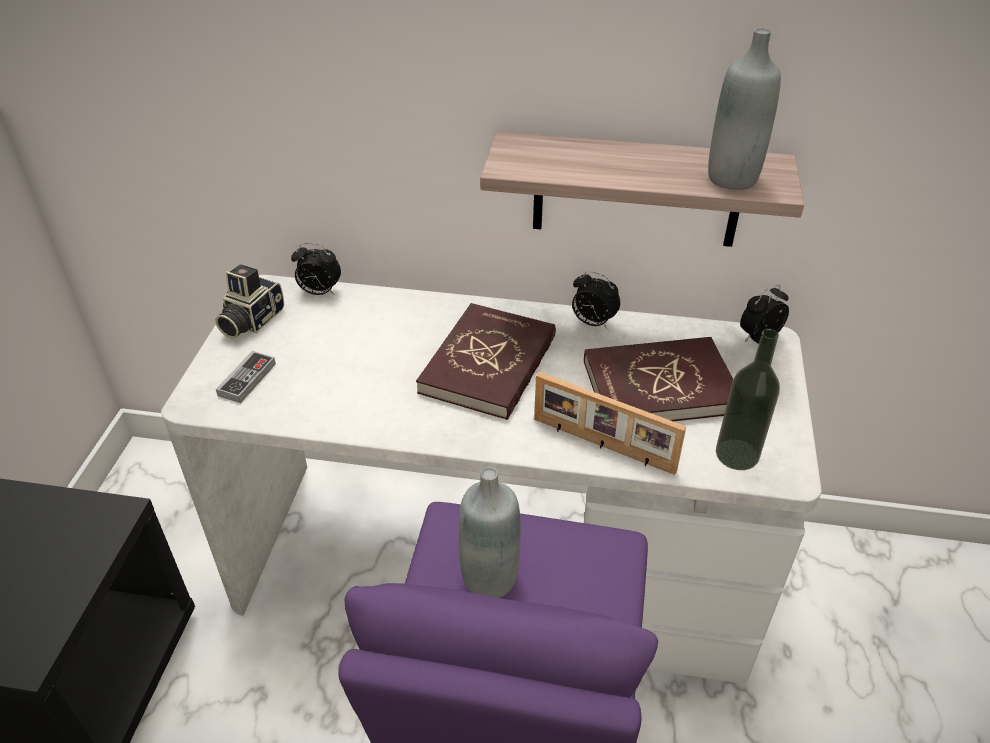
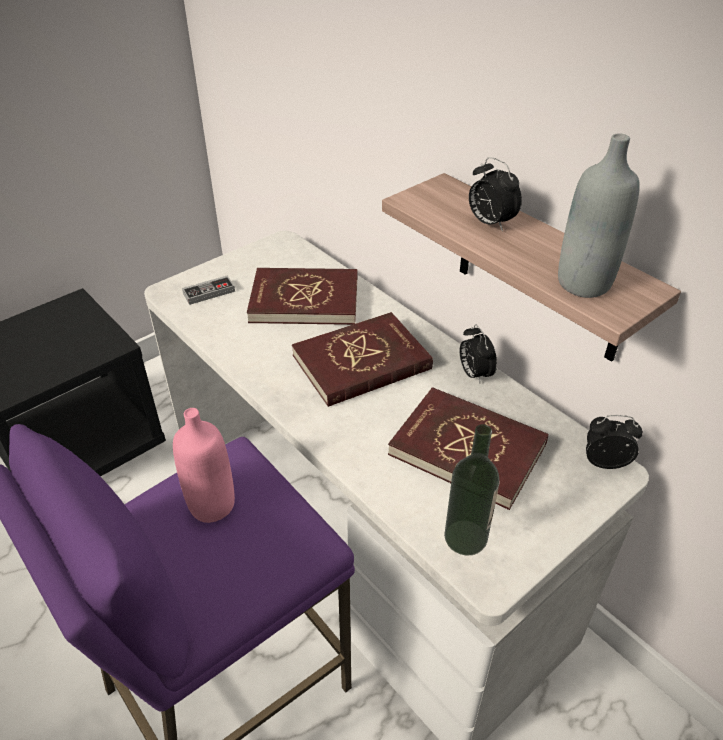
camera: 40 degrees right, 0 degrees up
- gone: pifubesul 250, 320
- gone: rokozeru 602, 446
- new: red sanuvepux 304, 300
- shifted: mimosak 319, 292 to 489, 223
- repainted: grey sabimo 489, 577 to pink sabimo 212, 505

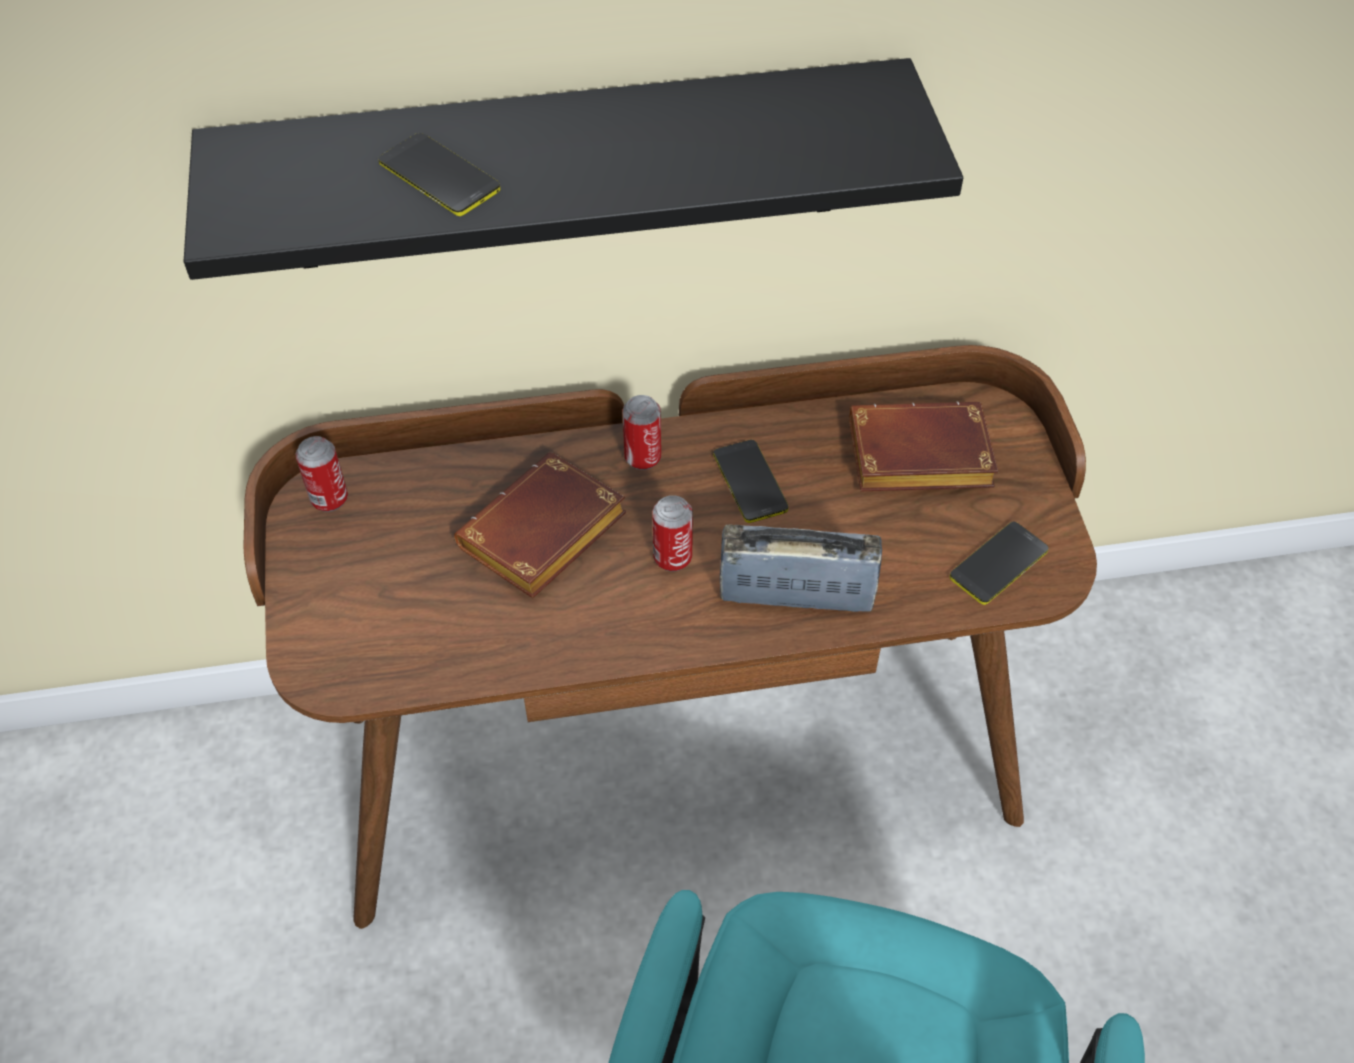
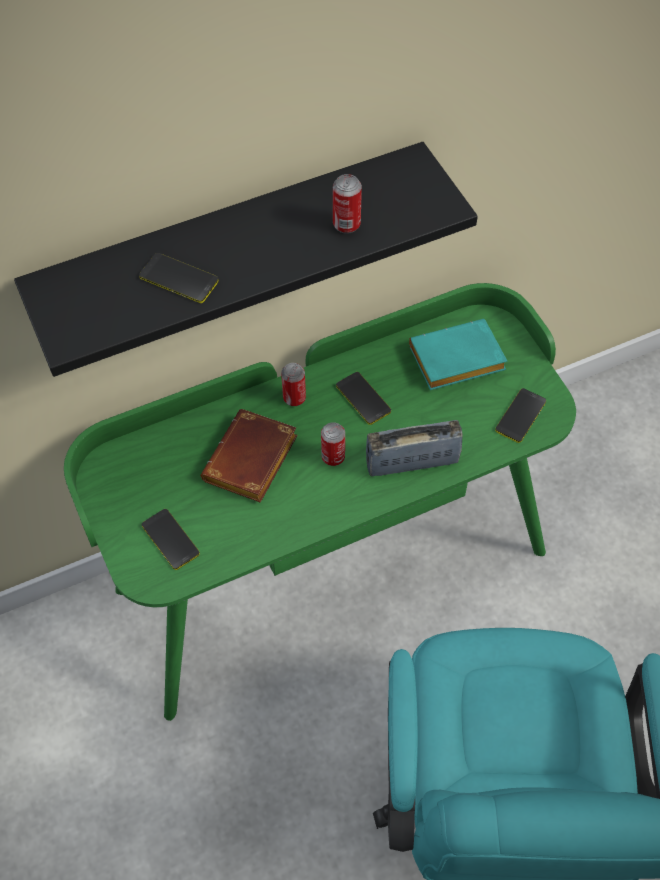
camera: 15 degrees left, 5 degrees up
- new: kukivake 170, 539
- shifted: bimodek 329, 499 to 346, 224
- repainted: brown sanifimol 676, 759 to green sanifimol 330, 567
- repainted: brown sanuvepux 915, 459 to turquoise sanuvepux 455, 362

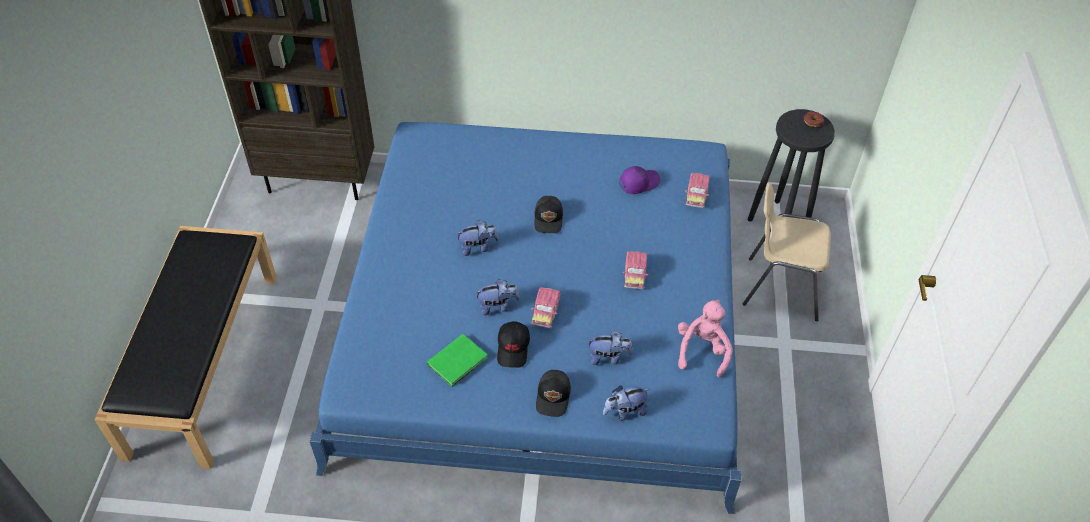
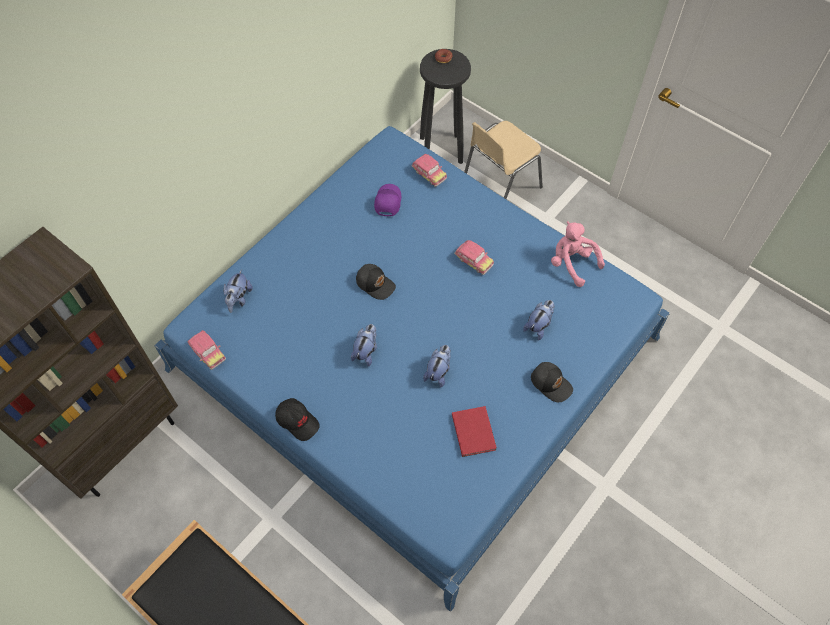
camera: 55 degrees left, 10 degrees up
- shifted: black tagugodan 513, 348 to 297, 421
- shifted: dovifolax 546, 311 to 207, 352
- shifted: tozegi 624, 411 to 239, 299
- repainted: green sanuvepux 459, 361 to red sanuvepux 474, 430

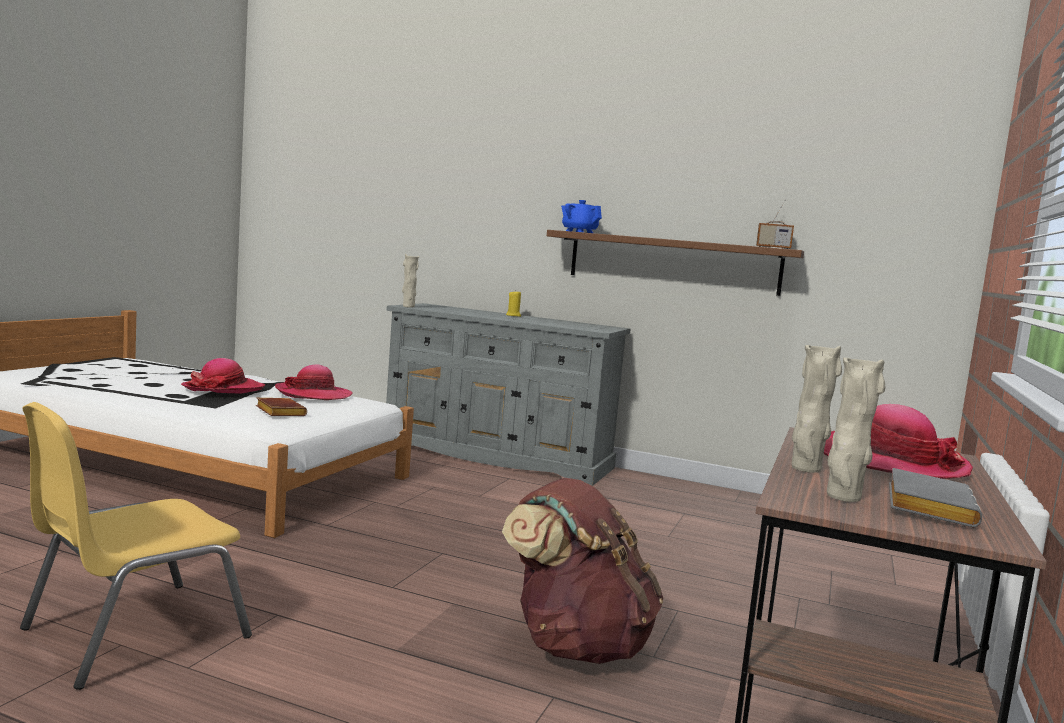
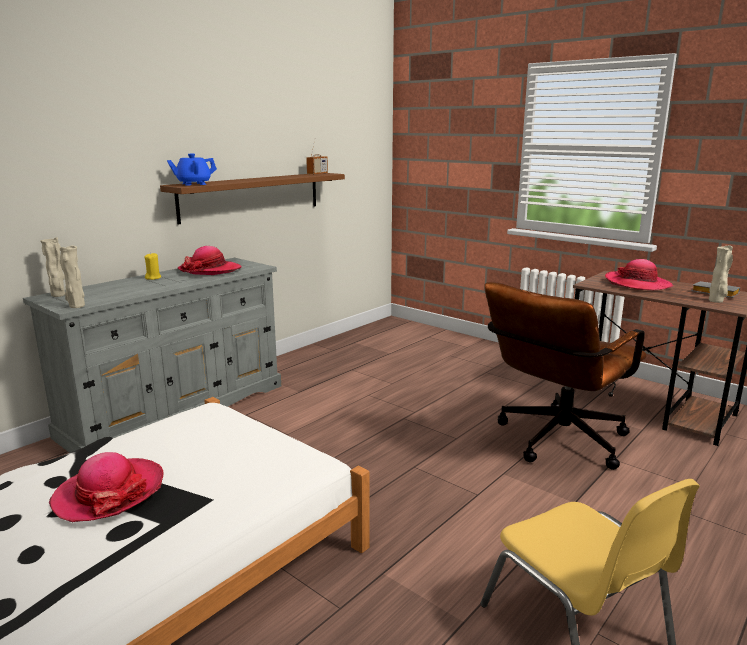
camera: 70 degrees left, 10 degrees up
- gone: brown sanuvepux 278, 412
- shifted: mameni 313, 395 to 210, 270
- shifted: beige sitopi 805, 469 to 59, 295
- swapped: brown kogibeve 576, 645 to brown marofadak 555, 443

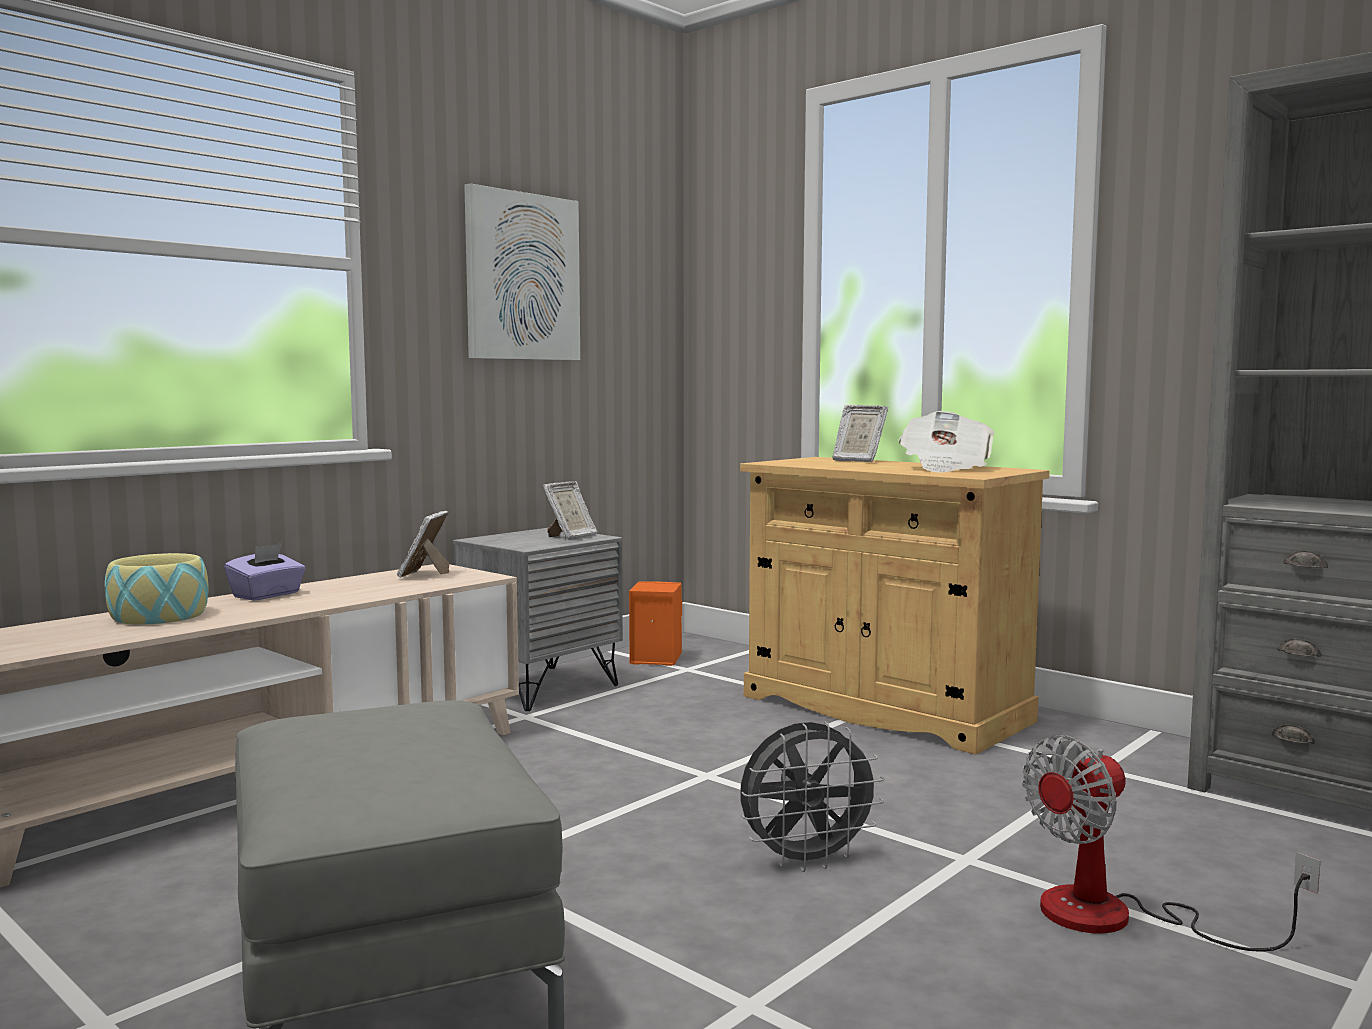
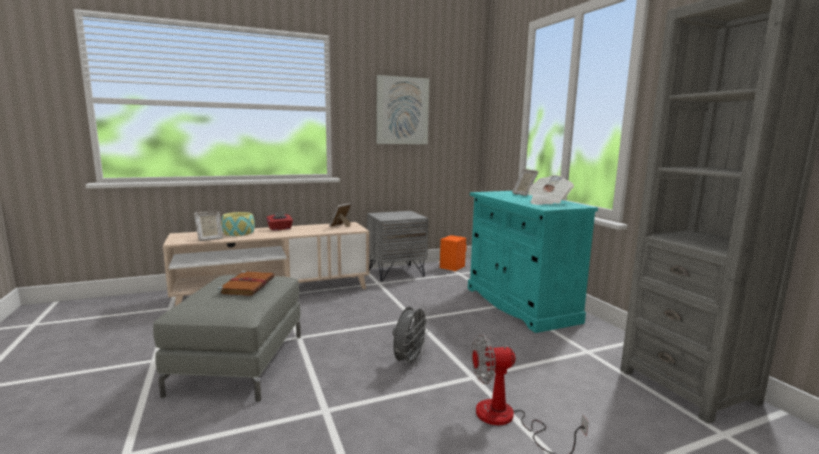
camera: 25 degrees right, 5 degrees up
- new: brown sanuvepux 248, 285
- shifted: rokozeru 570, 537 to 209, 239
- repainted: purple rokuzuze 267, 595 to red rokuzuze 280, 229
- repainted: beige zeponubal 884, 709 to turquoise zeponubal 520, 304
- rotated: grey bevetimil 806, 861 = 409, 362 75 degrees counterclockwise

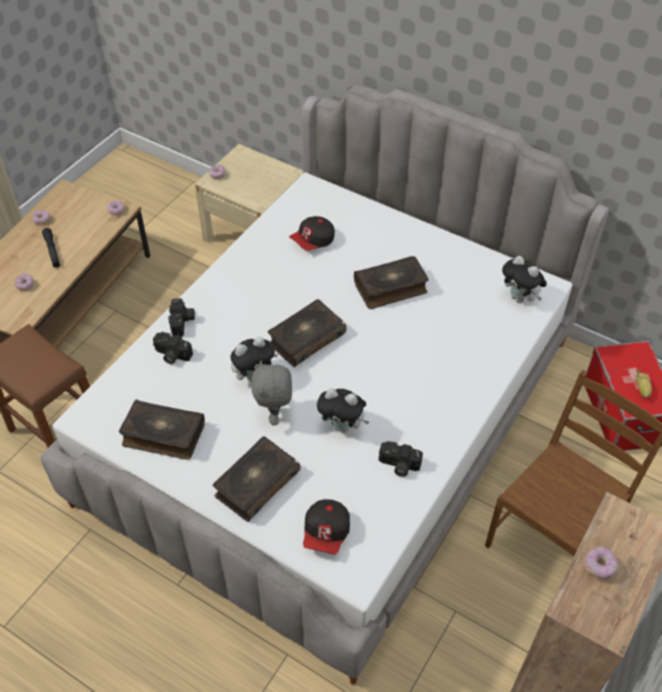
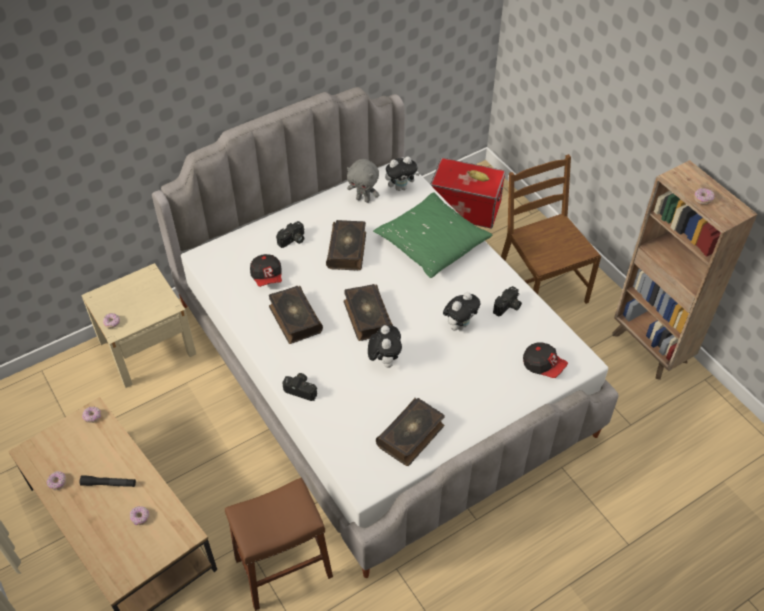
camera: 65 degrees left, 0 degrees up
- new: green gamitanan 432, 243
- shifted: pifubesul 171, 355 to 293, 240
- shifted: sanuvepux 256, 484 to 294, 319
- shifted: grey tozegi 275, 414 to 363, 199

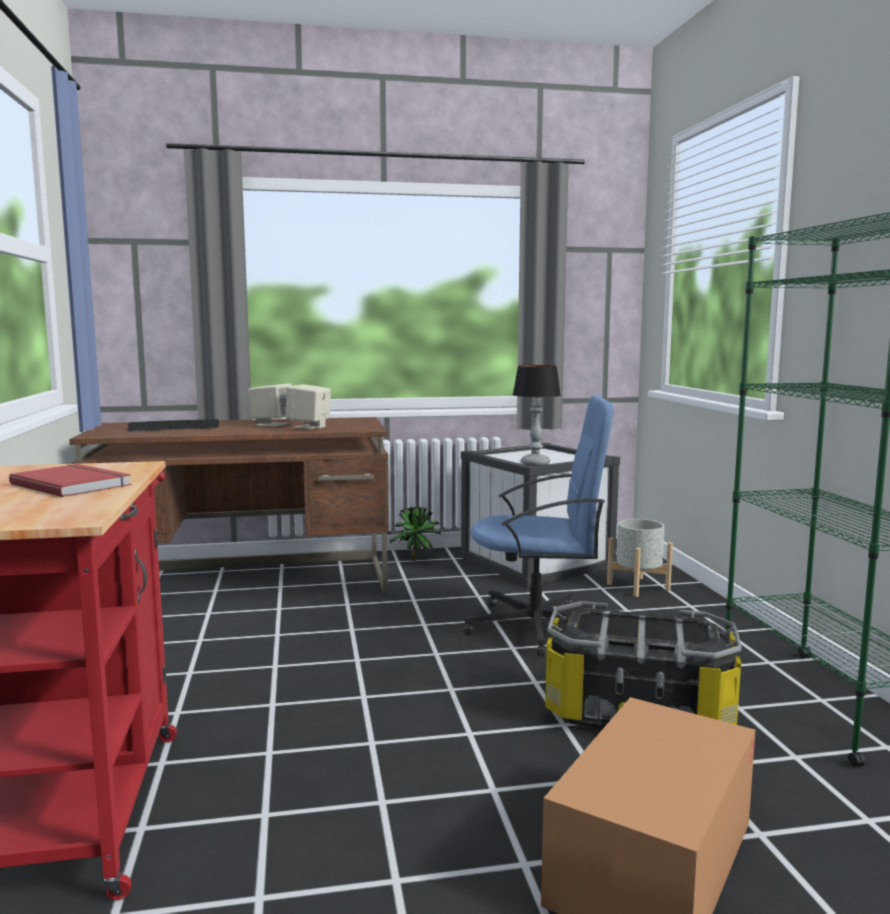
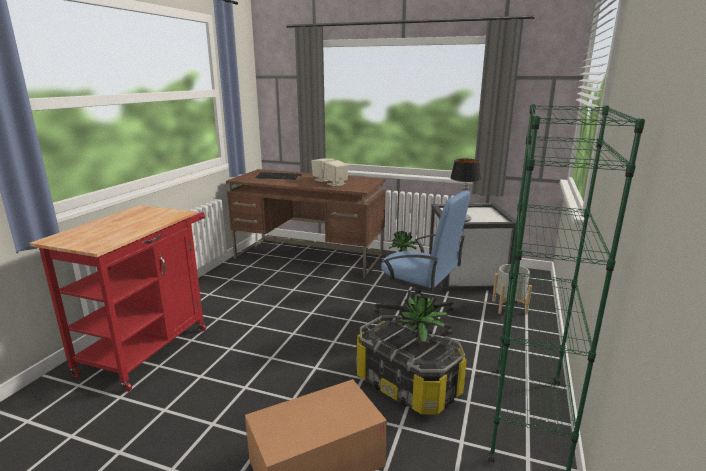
camera: 30 degrees right, 10 degrees up
- gone: red sanuvepux 73, 484
- new: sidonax 421, 344

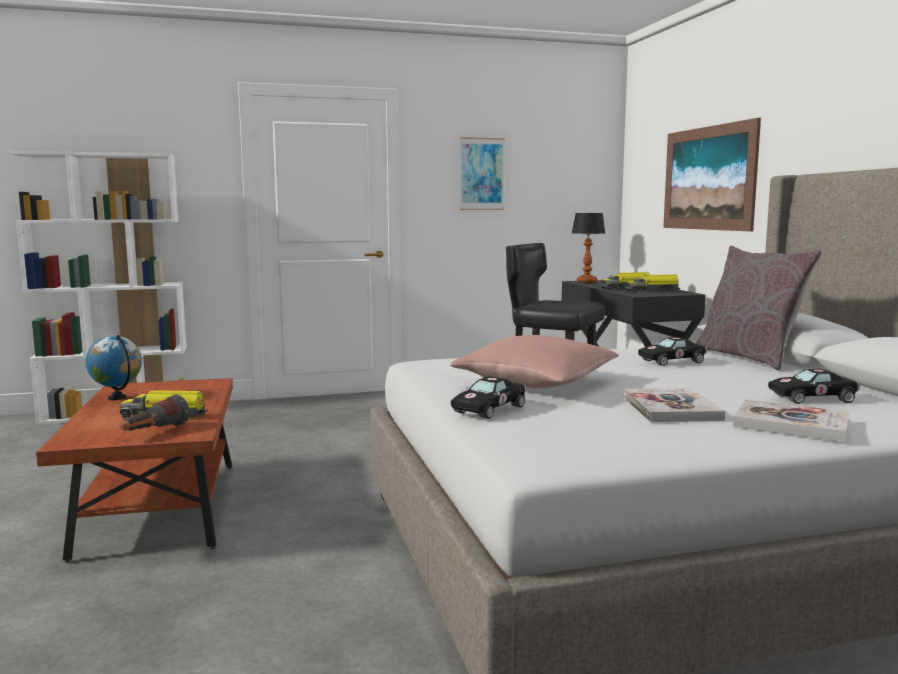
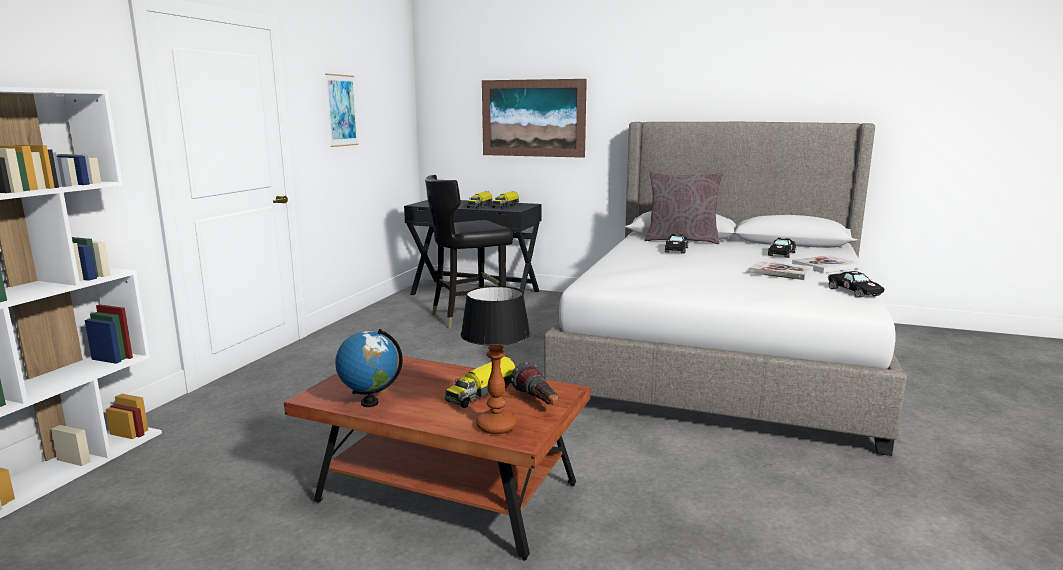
camera: 55 degrees left, 5 degrees up
- gone: pink gamitanan 535, 384
- shifted: black dovifolax 490, 408 to 853, 291
- shifted: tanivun 586, 282 to 496, 426

